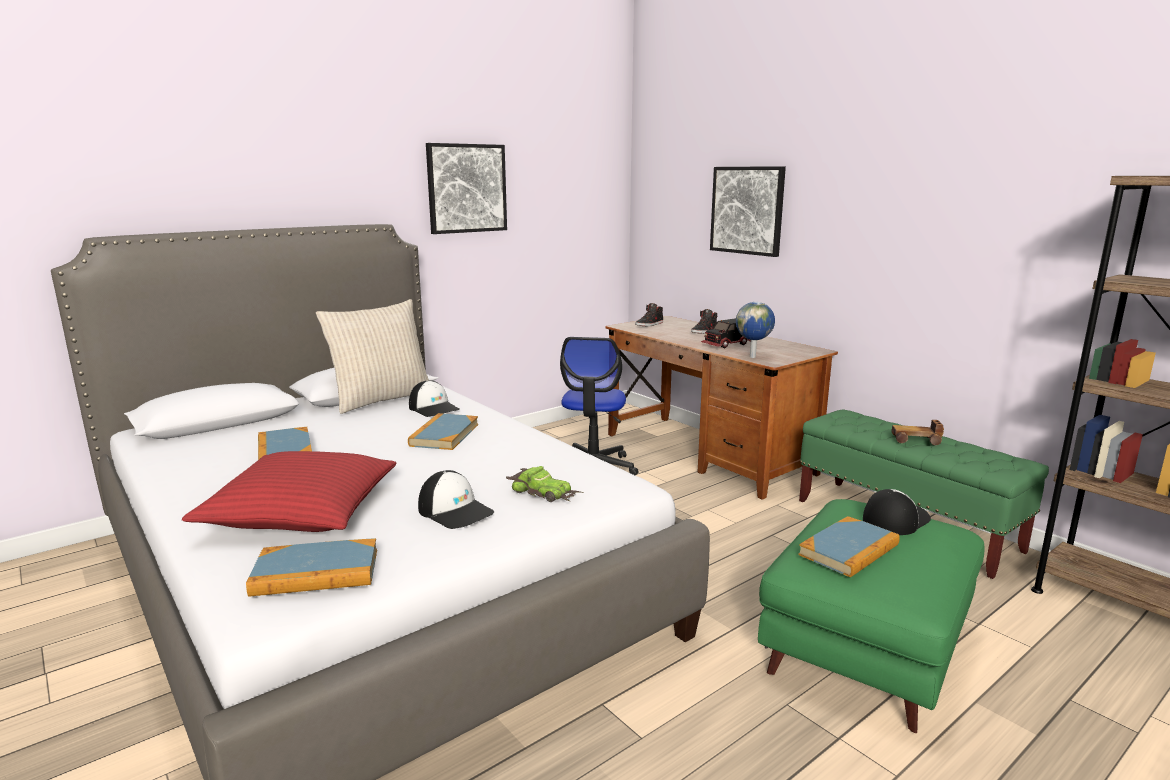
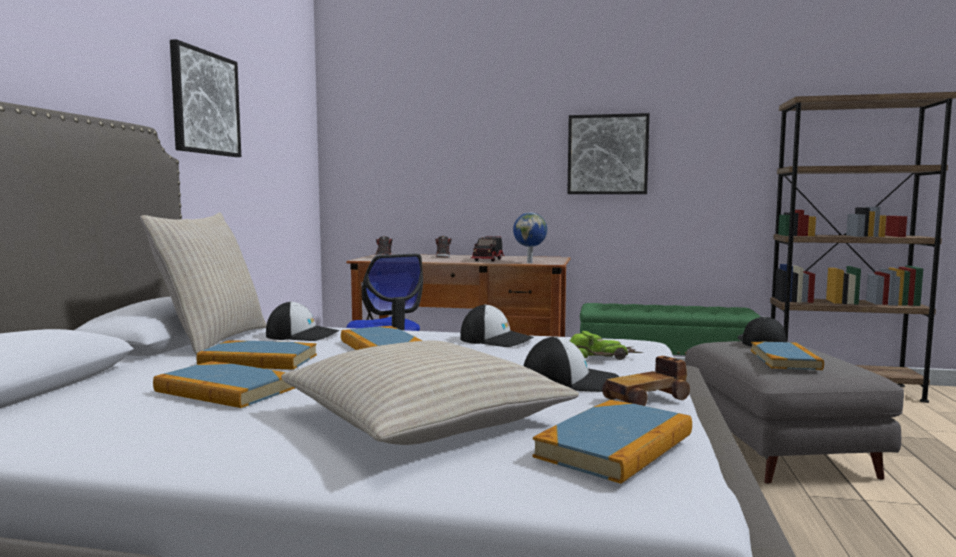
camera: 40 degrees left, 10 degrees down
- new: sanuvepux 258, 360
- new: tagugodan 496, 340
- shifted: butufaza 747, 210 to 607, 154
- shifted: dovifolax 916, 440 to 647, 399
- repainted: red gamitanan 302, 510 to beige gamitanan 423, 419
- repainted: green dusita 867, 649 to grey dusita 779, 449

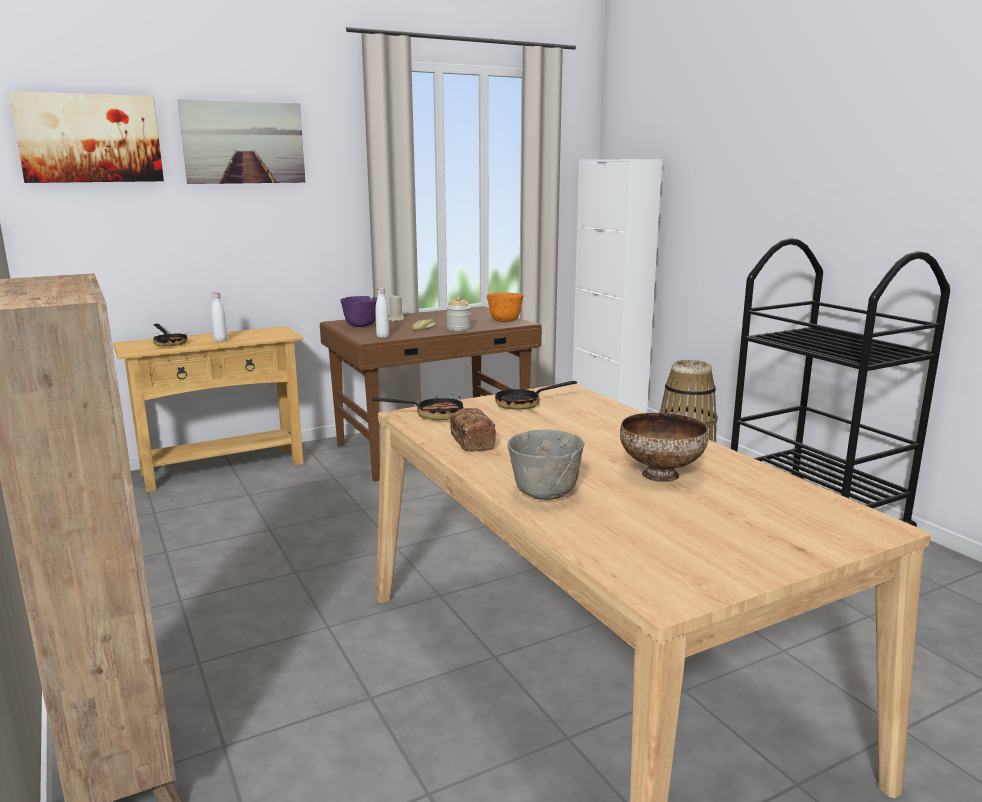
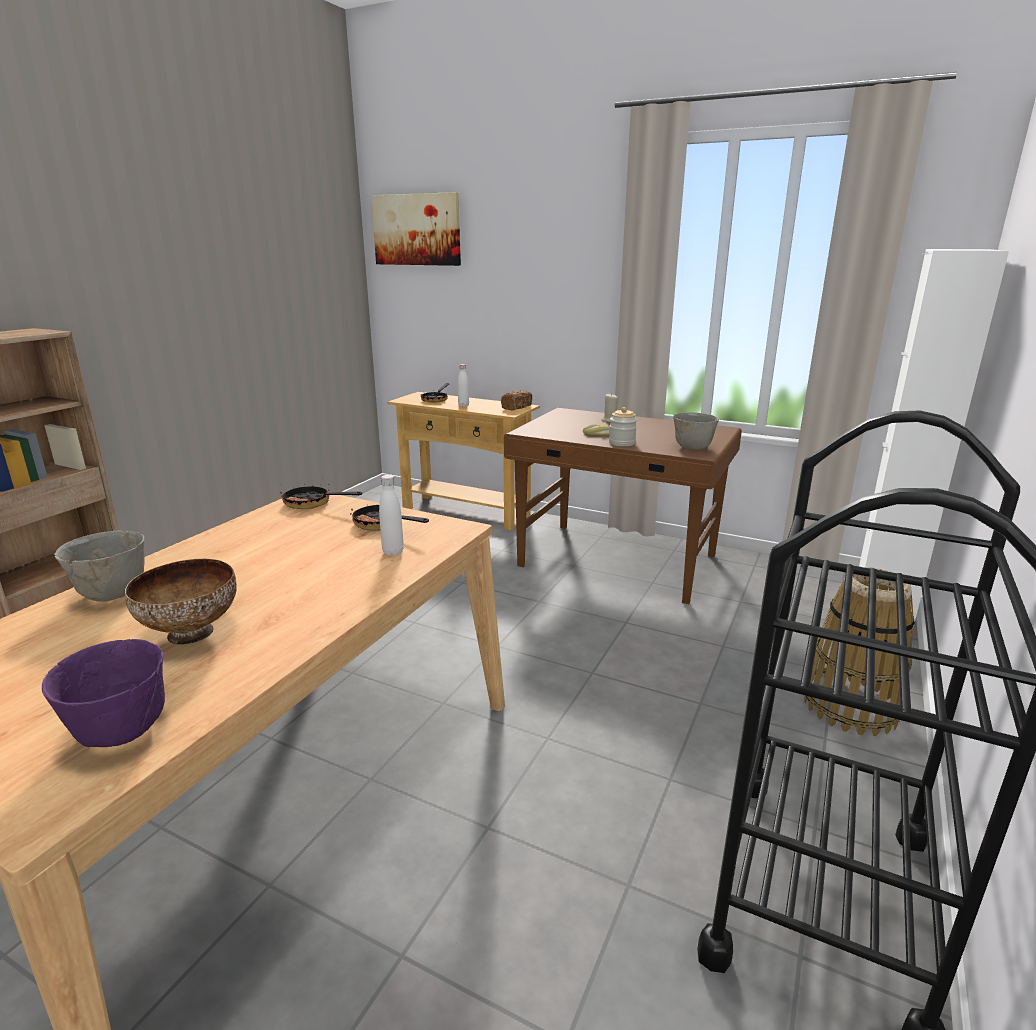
camera: 55 degrees right, 5 degrees up
- gone: butufaza 244, 142
- shifted: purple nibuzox 361, 325 to 123, 731
- shifted: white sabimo 383, 336 to 393, 552
- shifted: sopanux 472, 442 to 516, 407
- repainted: orange nibuzox 504, 321 to grey nibuzox 691, 448
- rotated: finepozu 431, 415 = 313, 504 150 degrees clockwise

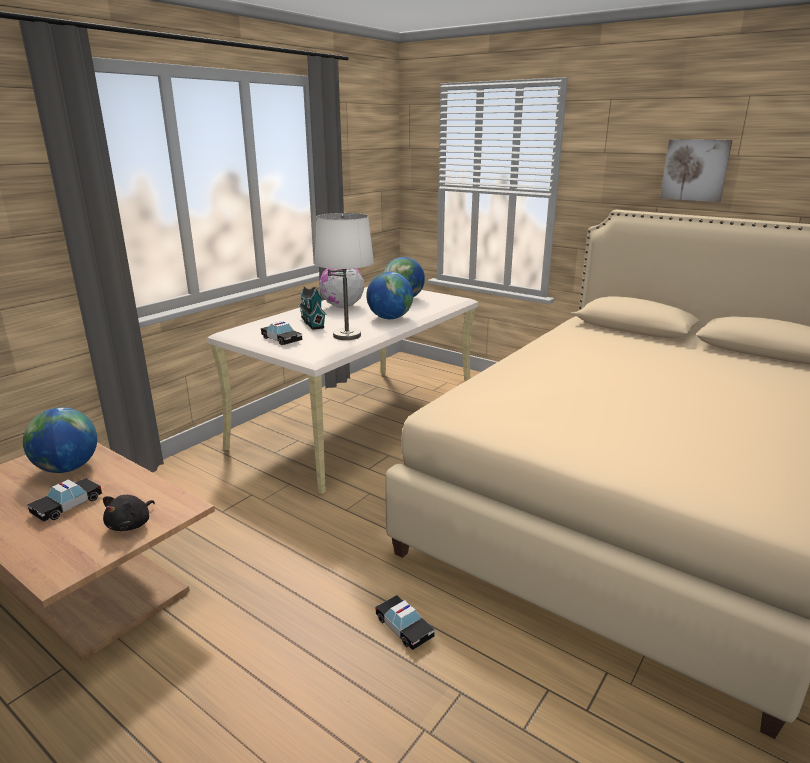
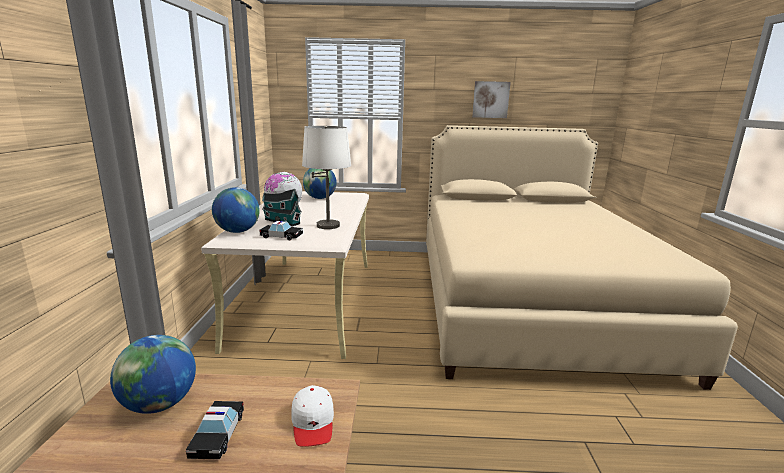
camera: 35 degrees left, 5 degrees down
- gone: dovifolax 404, 627
- shifted: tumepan 390, 318 to 237, 231
- swapped: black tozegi 131, 524 to white tagugodan 313, 422

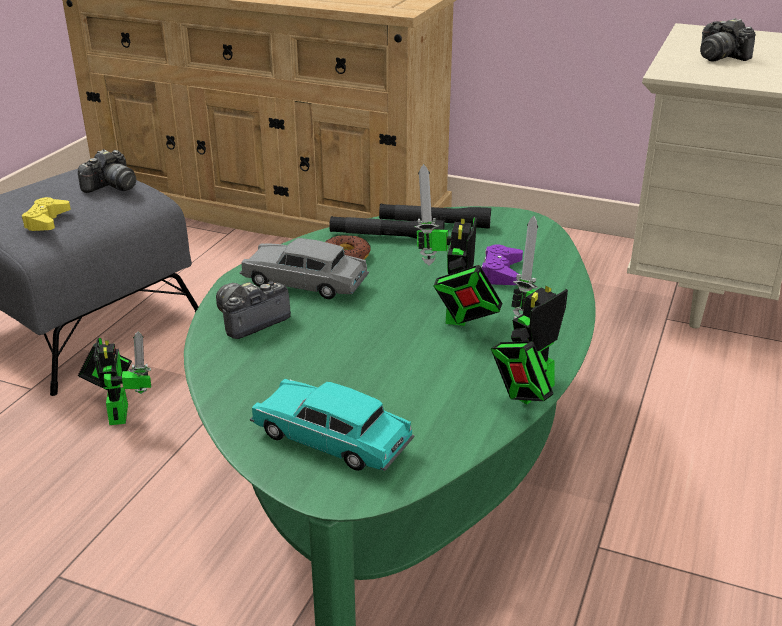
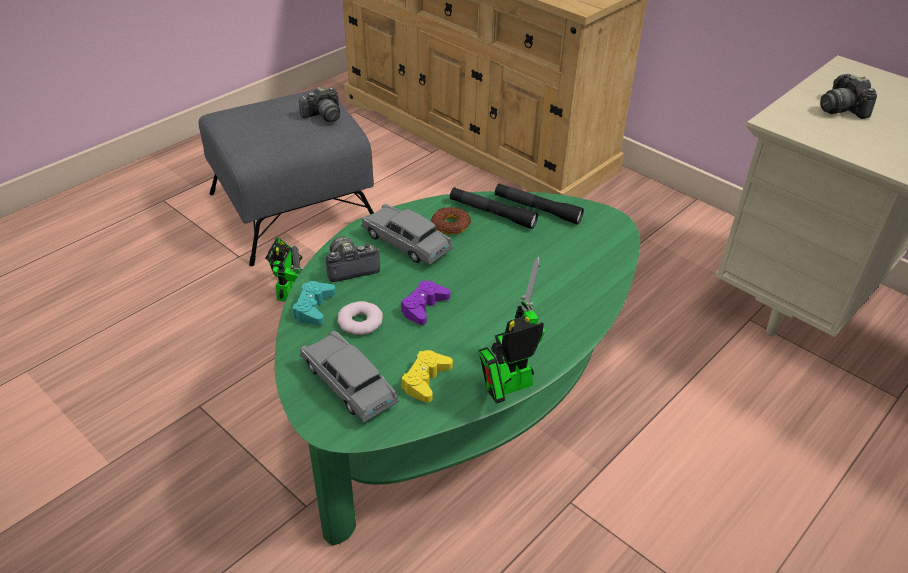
camera: 20 degrees right, 10 degrees up
- gone: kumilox 456, 318
- new: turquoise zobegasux 313, 308
- new: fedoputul 360, 322
- shifted: yellow zobegasux 46, 221 to 425, 380
- shifted: purple zobegasux 500, 272 to 424, 307
- repainted: turquoise dovifolax 331, 441 to grey dovifolax 348, 385

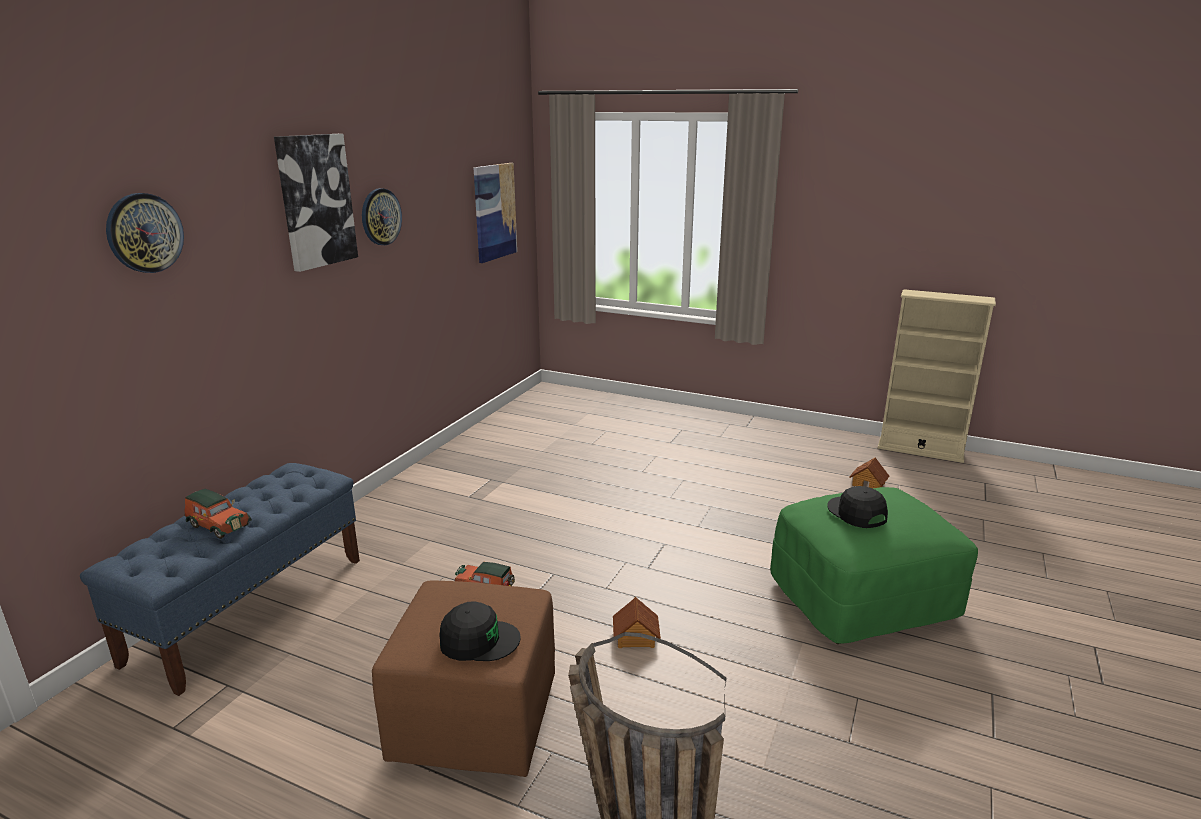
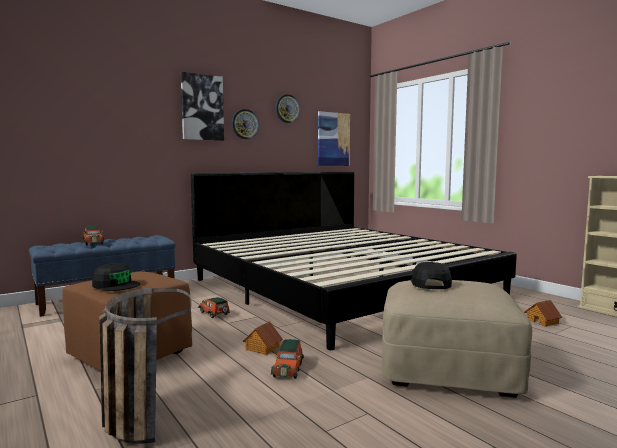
camera: 30 degrees right, 15 degrees down
- new: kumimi 342, 287
- new: dovifolax 288, 369
- shifted: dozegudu 144, 233 to 287, 108
- repainted: green dusita 862, 600 to beige dusita 448, 371

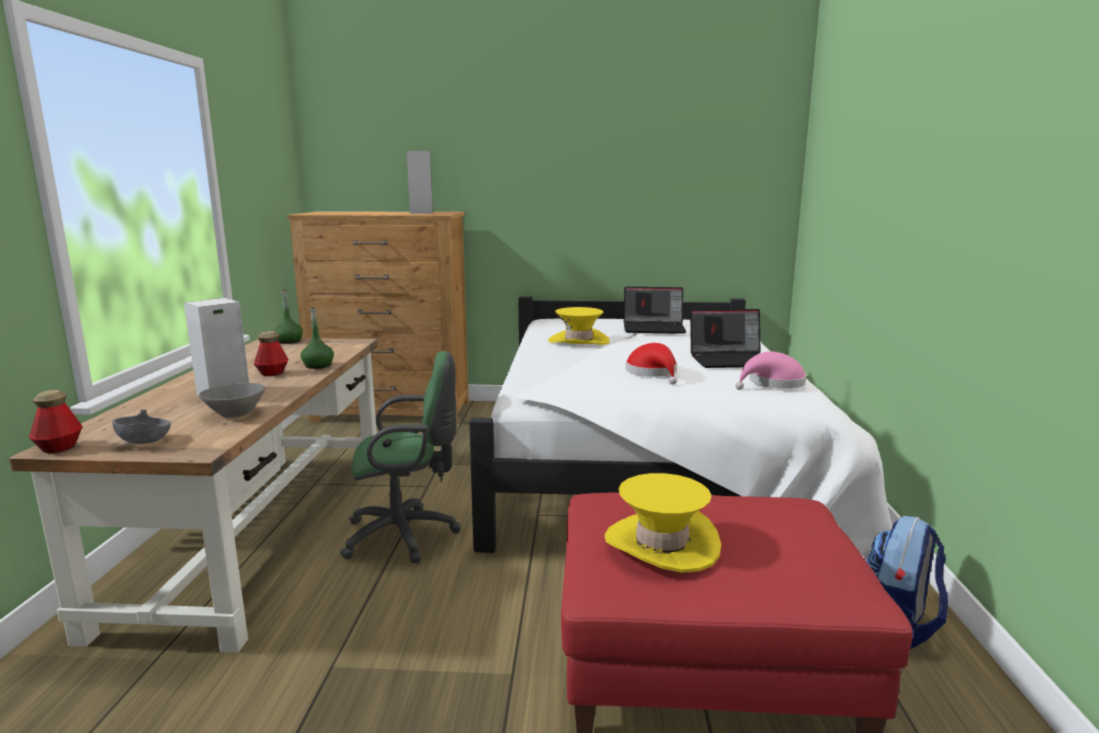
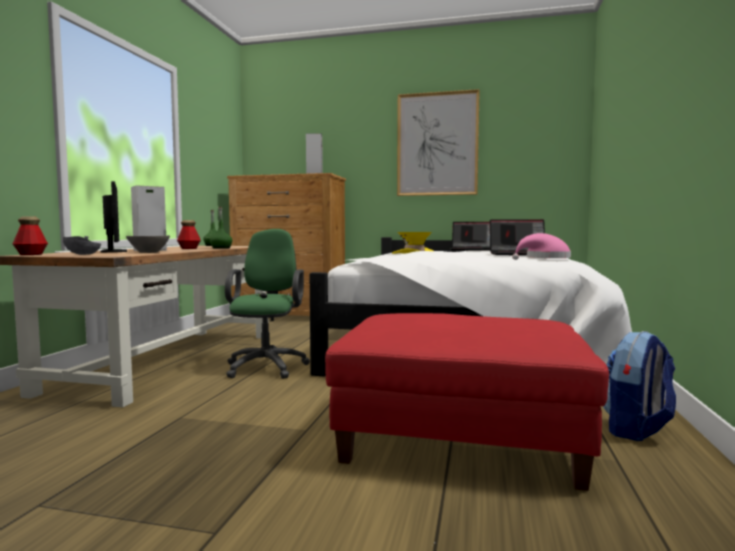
camera: 10 degrees right, 10 degrees down
- gone: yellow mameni 662, 544
- gone: red mameni 653, 373
- new: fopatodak 114, 251
- new: butufaza 437, 144
- rotated: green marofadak 406, 535 = 267, 366 90 degrees counterclockwise

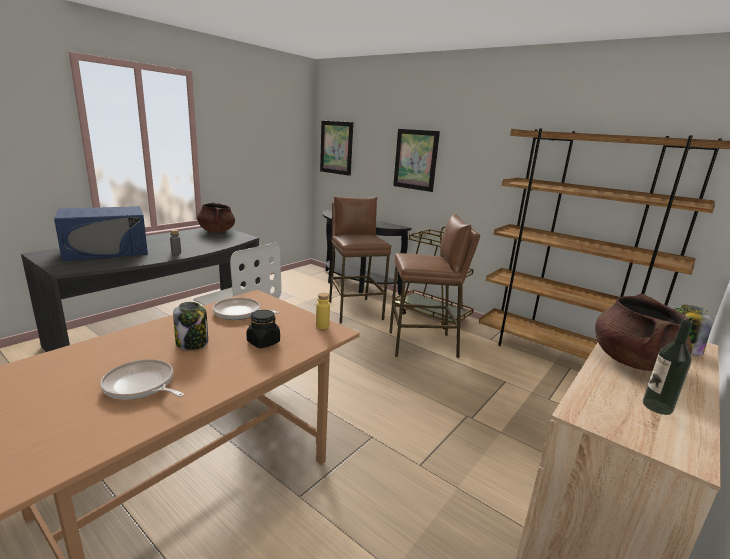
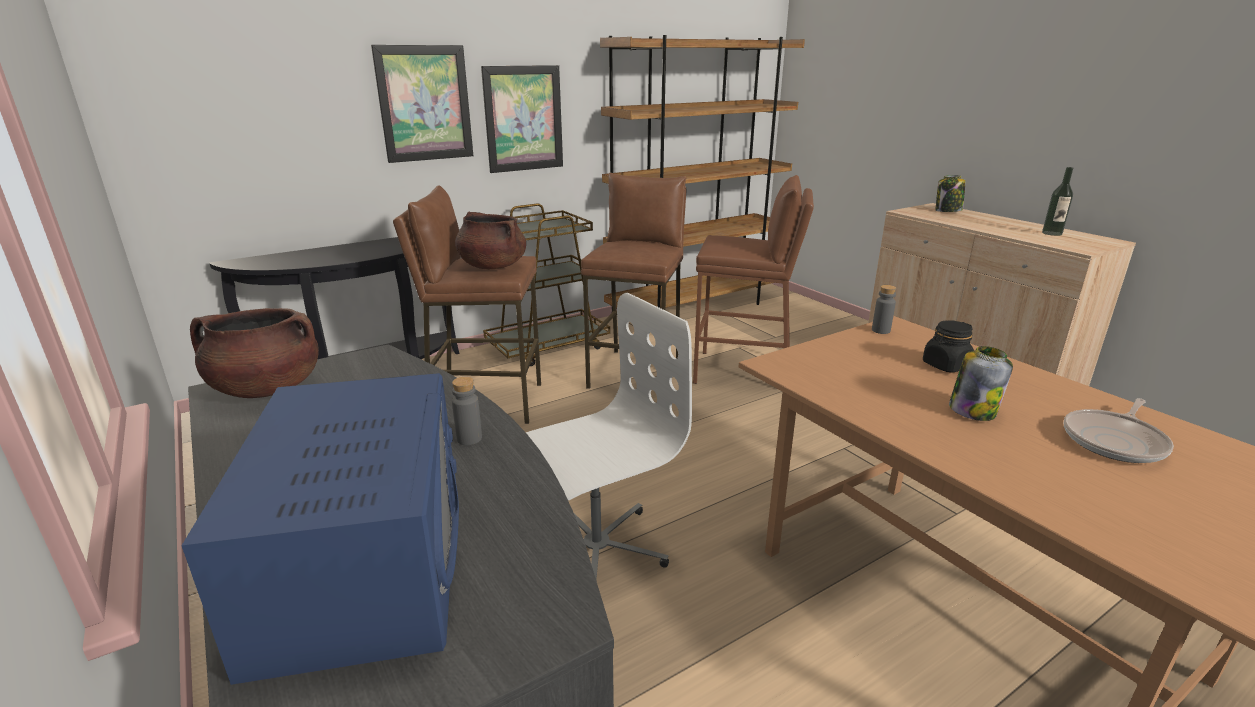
camera: 70 degrees left, 5 degrees up
- gone: finepozu 239, 313
- new: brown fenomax 743, 372
- shifted: butufaza 336, 147 to 523, 119
- shifted: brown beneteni 632, 361 to 492, 266
- repainted: yellow sabimo 322, 326 to grey sabimo 881, 330

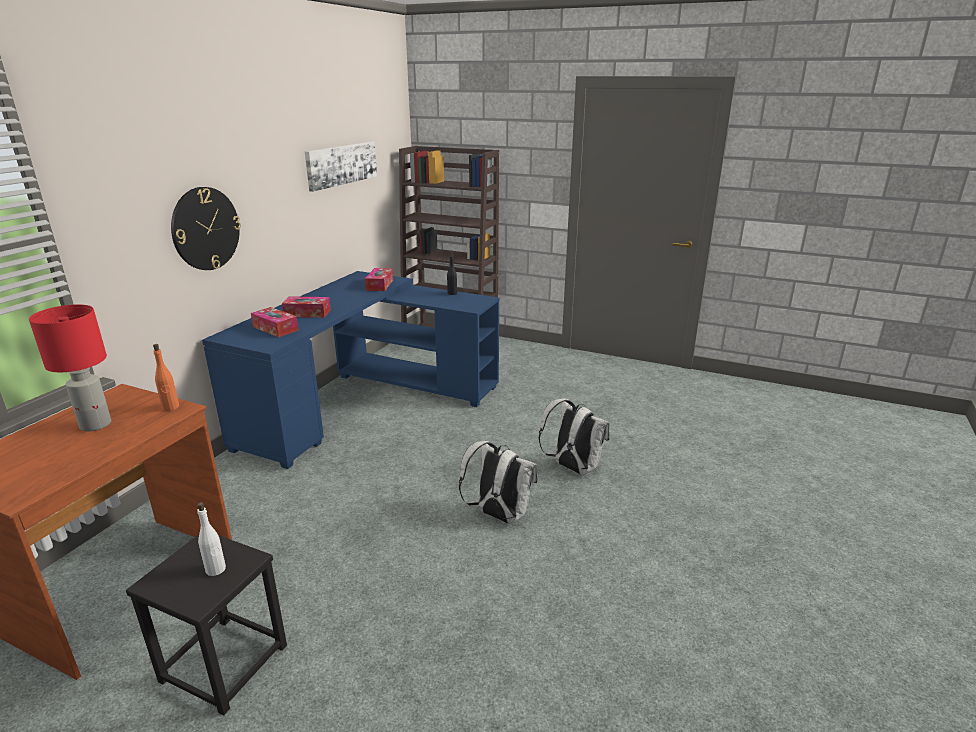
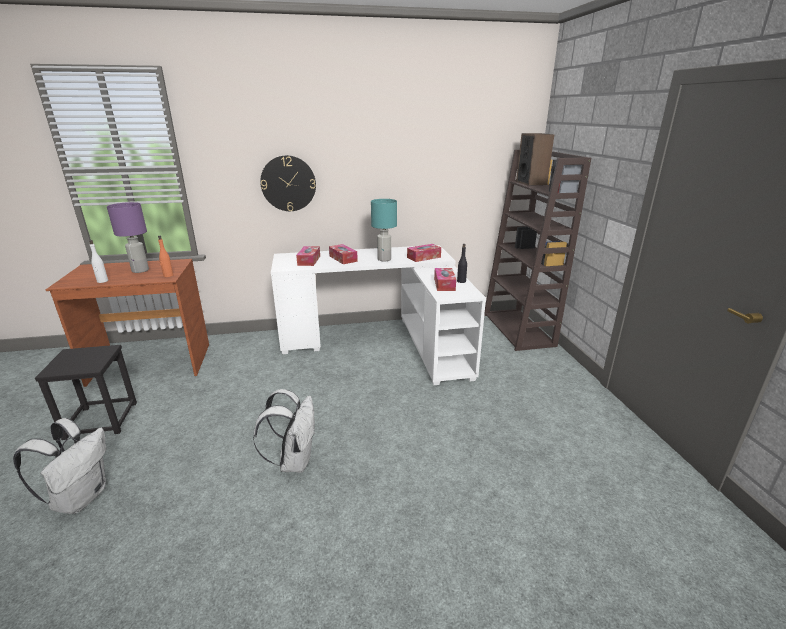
camera: 55 degrees right, 0 degrees up
- gone: butufaza 341, 164
- new: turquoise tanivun 384, 259
- new: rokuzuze 444, 284
- new: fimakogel 531, 183
- shifted: white sabimo 216, 569 to 102, 281
- shifted: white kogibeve 572, 468 to 81, 497
- repainted: red tanivun 96, 424 to purple tanivun 140, 270
- repainted: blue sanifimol 365, 401 to white sanifimol 384, 341

